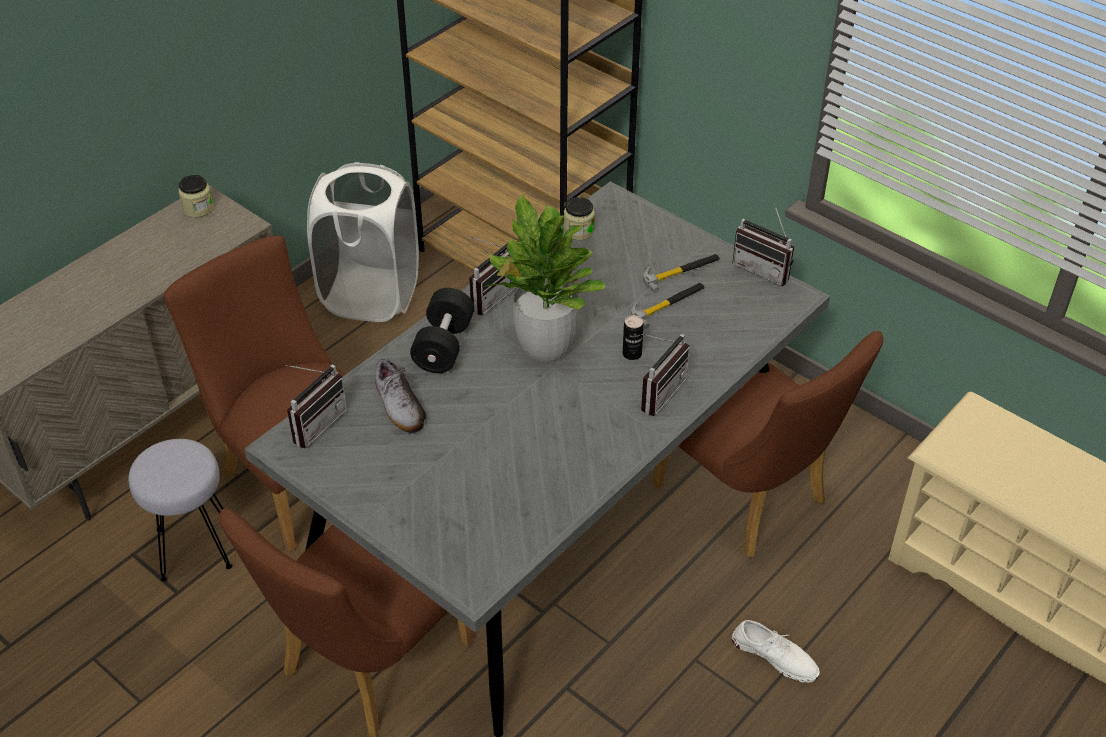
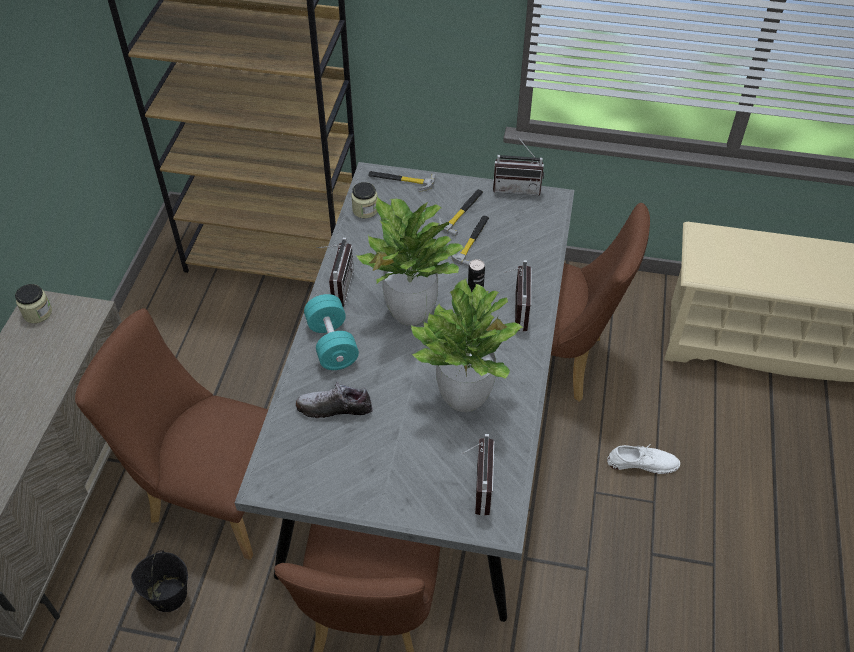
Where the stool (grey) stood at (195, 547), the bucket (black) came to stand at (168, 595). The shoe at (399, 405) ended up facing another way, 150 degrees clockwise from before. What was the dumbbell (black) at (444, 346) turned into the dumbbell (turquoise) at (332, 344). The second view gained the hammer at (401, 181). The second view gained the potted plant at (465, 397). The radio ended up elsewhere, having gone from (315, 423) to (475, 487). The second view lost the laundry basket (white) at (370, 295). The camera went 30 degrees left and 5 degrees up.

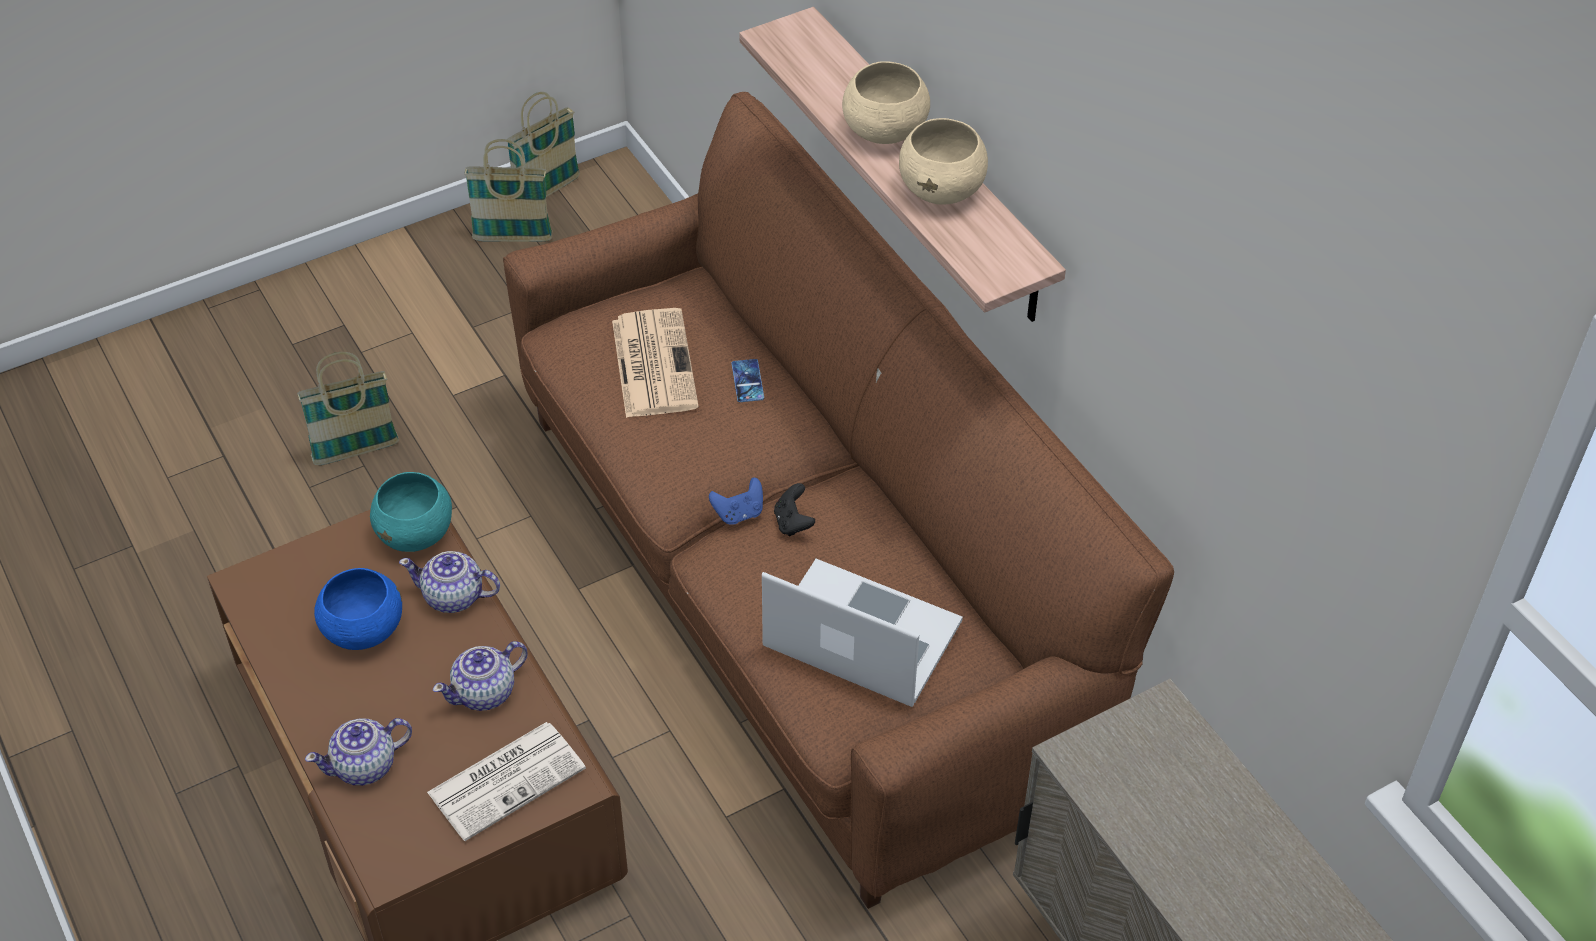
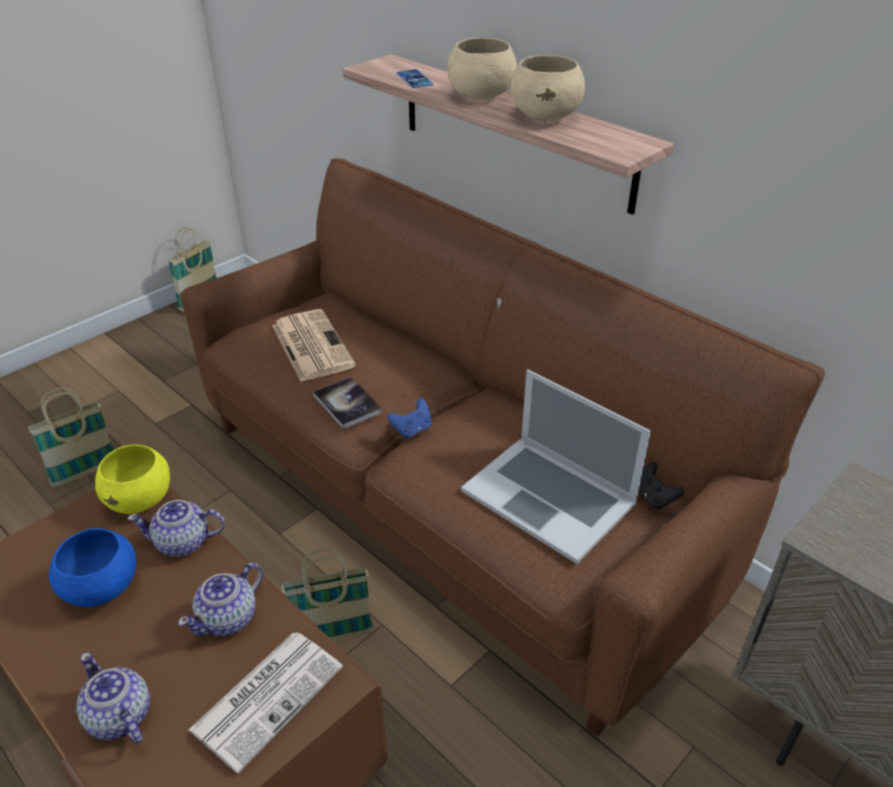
The teapot at (365, 766) ended up facing another way, 90 degrees clockwise from before. What was the bowl (turquoise) at (416, 533) turned into the bowl (yellow) at (141, 499). The basket ended up elsewhere, having gone from (513, 238) to (333, 637). The second view gained the book at (347, 404). The phone ended up elsewhere, having gone from (747, 381) to (414, 79). The laptop at (861, 635) ended up facing another way, 150 degrees counterclockwise from before. The game controller (black) ended up elsewhere, having gone from (793, 523) to (654, 498). The camera went 15 degrees left and 10 degrees down.

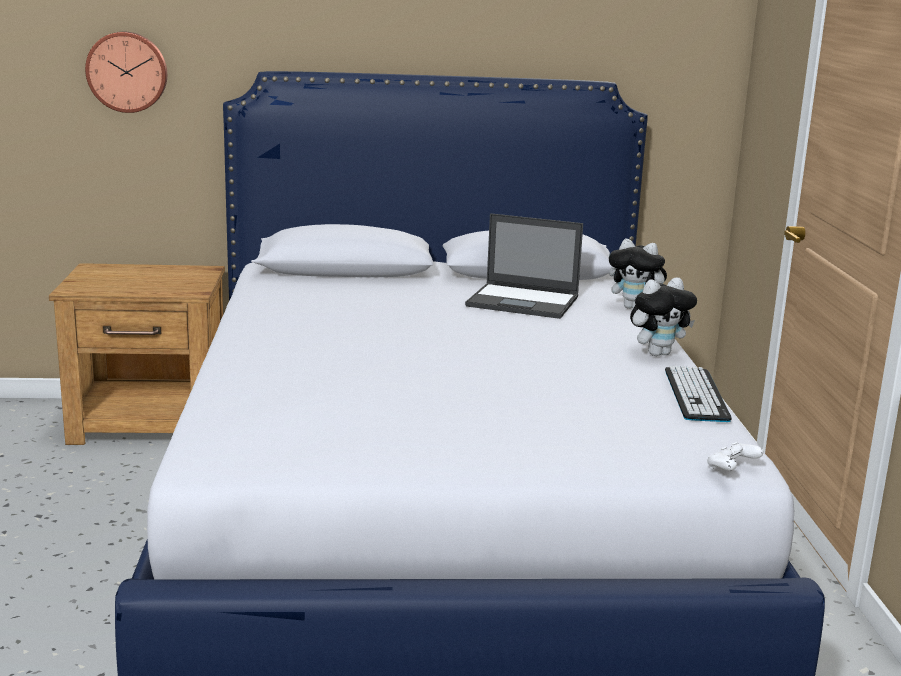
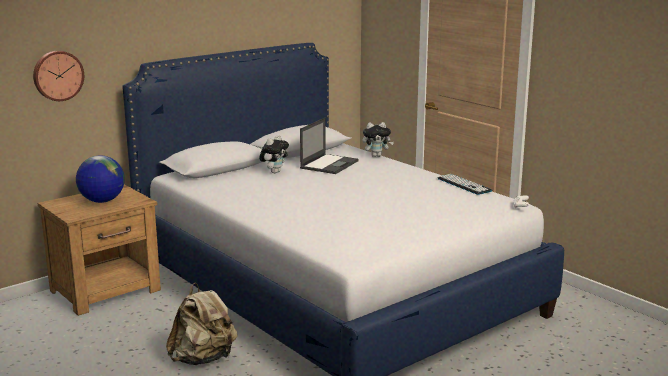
The second view gained the globe at (102, 201). The second view gained the backpack (beige) at (203, 359). The plush toy ended up elsewhere, having gone from (658, 353) to (274, 172). The laptop at (524, 302) ended up facing another way, 45 degrees counterclockwise from before. The camera went 35 degrees left and 0 degrees up.

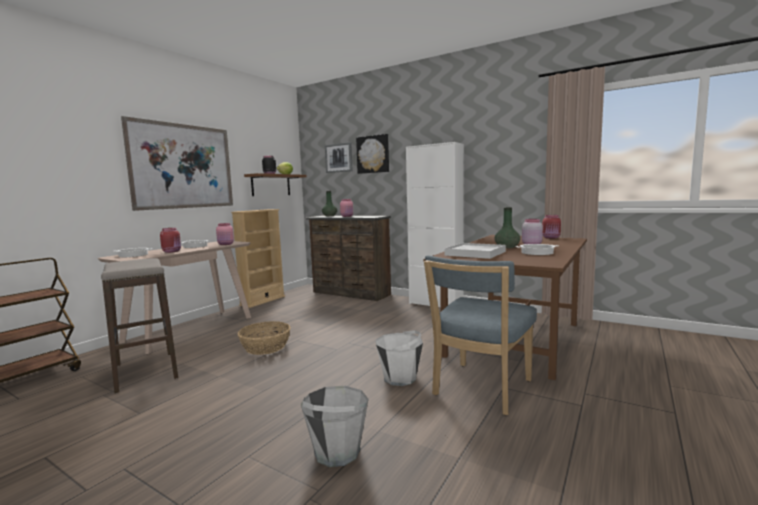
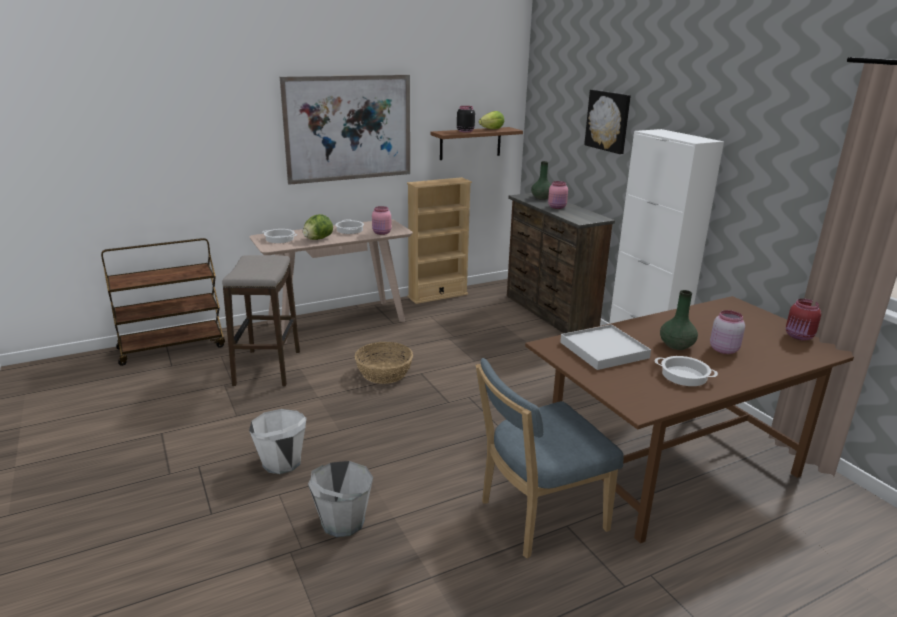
The bucket (white) ended up elsewhere, having gone from (400, 378) to (282, 462). Where the jar (red) stood at (172, 251), the lettuce came to stand at (317, 239). The second view lost the picture at (339, 158). The camera went 30 degrees right and 15 degrees up.

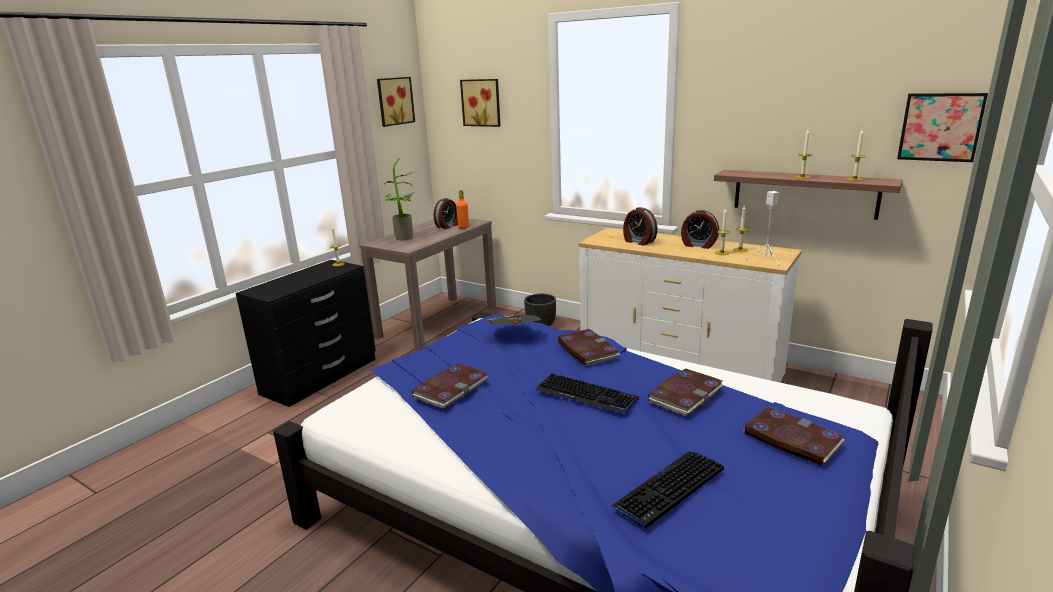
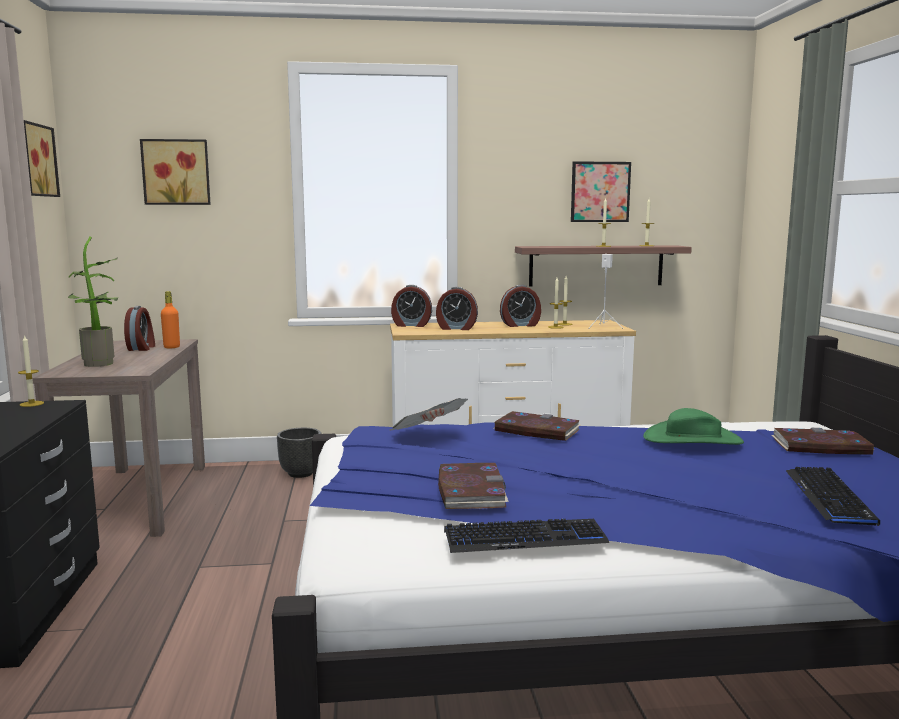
The second view gained the alarm clock at (411, 325). The keyboard ended up elsewhere, having gone from (586, 395) to (524, 538). The picture ended up elsewhere, having gone from (940, 127) to (600, 192). Where the book stood at (685, 395), the hat (green) came to stand at (692, 440). The camera went 40 degrees left and 10 degrees down.

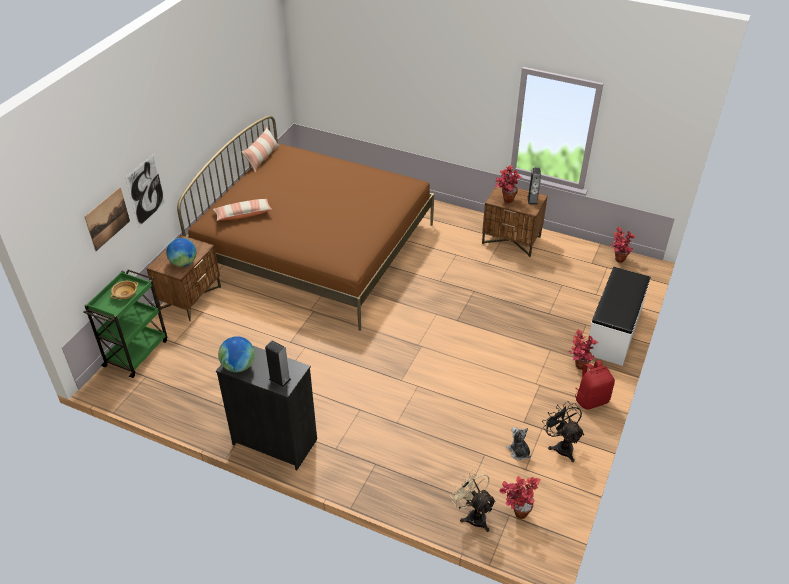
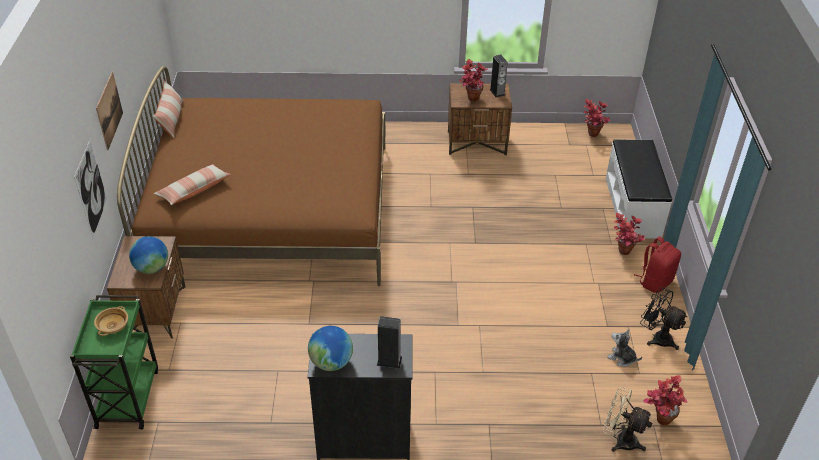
The picture ended up elsewhere, having gone from (107, 218) to (109, 110). The camera went 25 degrees left and 0 degrees up.

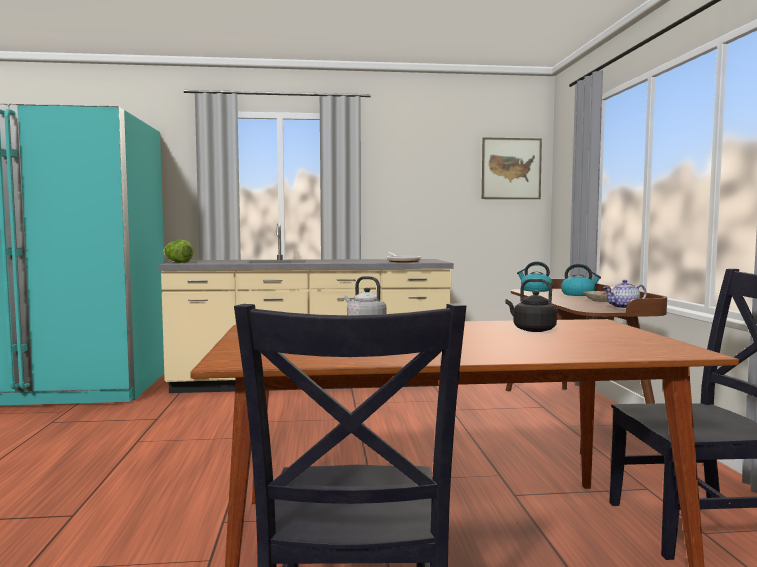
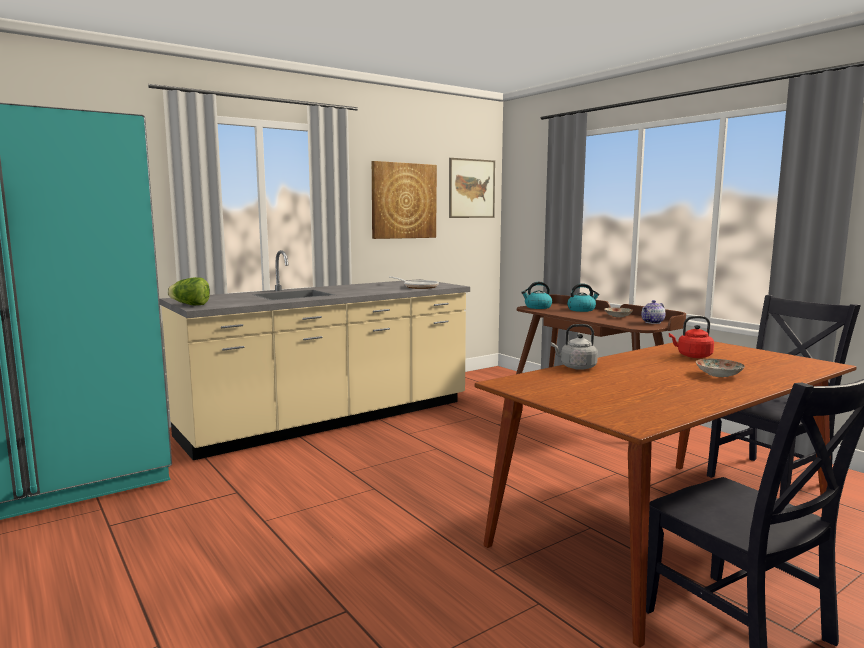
The second view gained the picture at (403, 201). What was the kettle (black) at (531, 330) turned into the kettle (red) at (692, 356). The second view gained the plate at (719, 375). The camera went 30 degrees left and 5 degrees up.

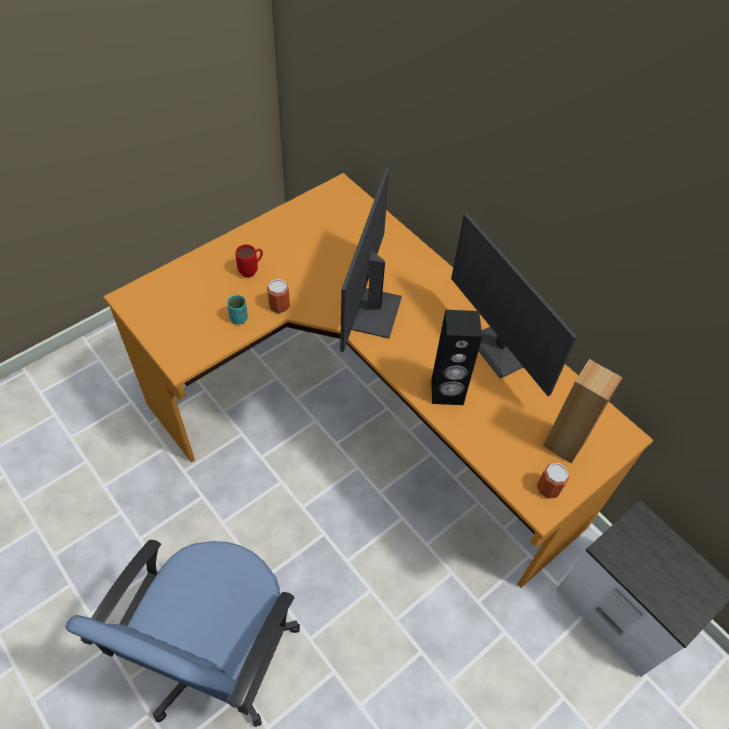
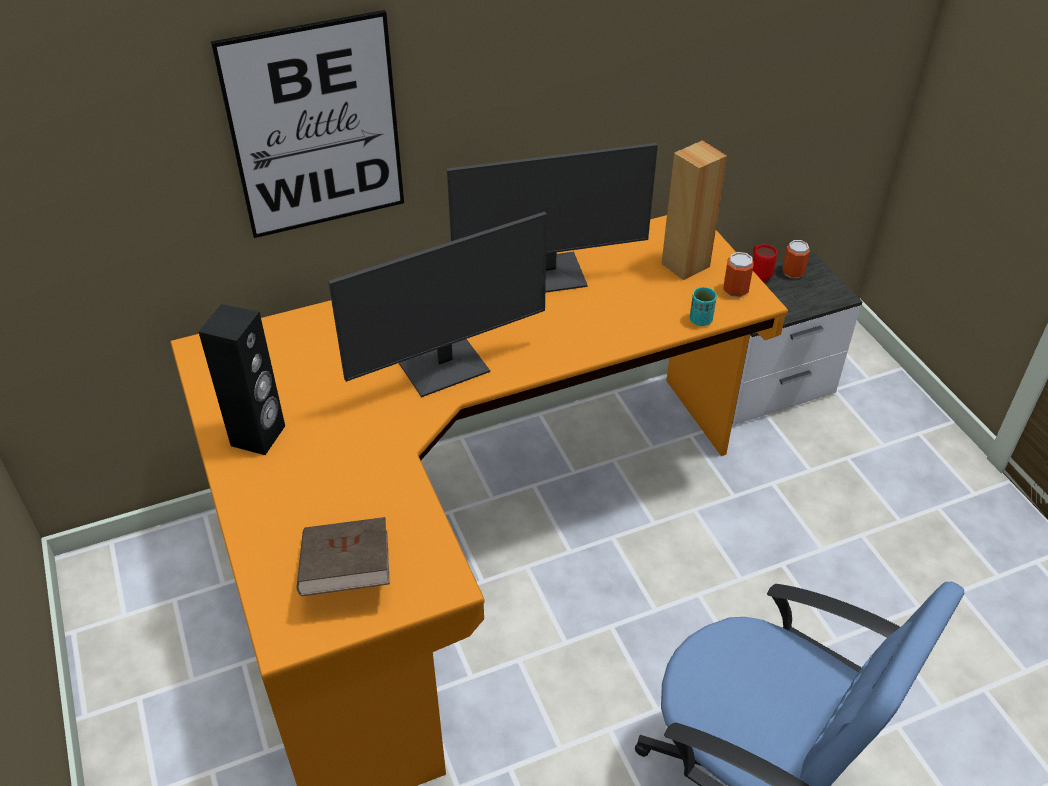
The speaker (black) ended up elsewhere, having gone from (447, 393) to (259, 436). The second view gained the picture at (315, 128). The second view gained the book (brown) at (347, 573). The monitor at (371, 312) ended up facing another way, 60 degrees counterclockwise from before. The cup (turquoise) ended up elsewhere, having gone from (239, 318) to (700, 320). The mug (red) ended up elsewhere, having gone from (252, 270) to (758, 274). The can ended up elsewhere, having gone from (279, 306) to (793, 272). The camera went 70 degrees left and 10 degrees down.

